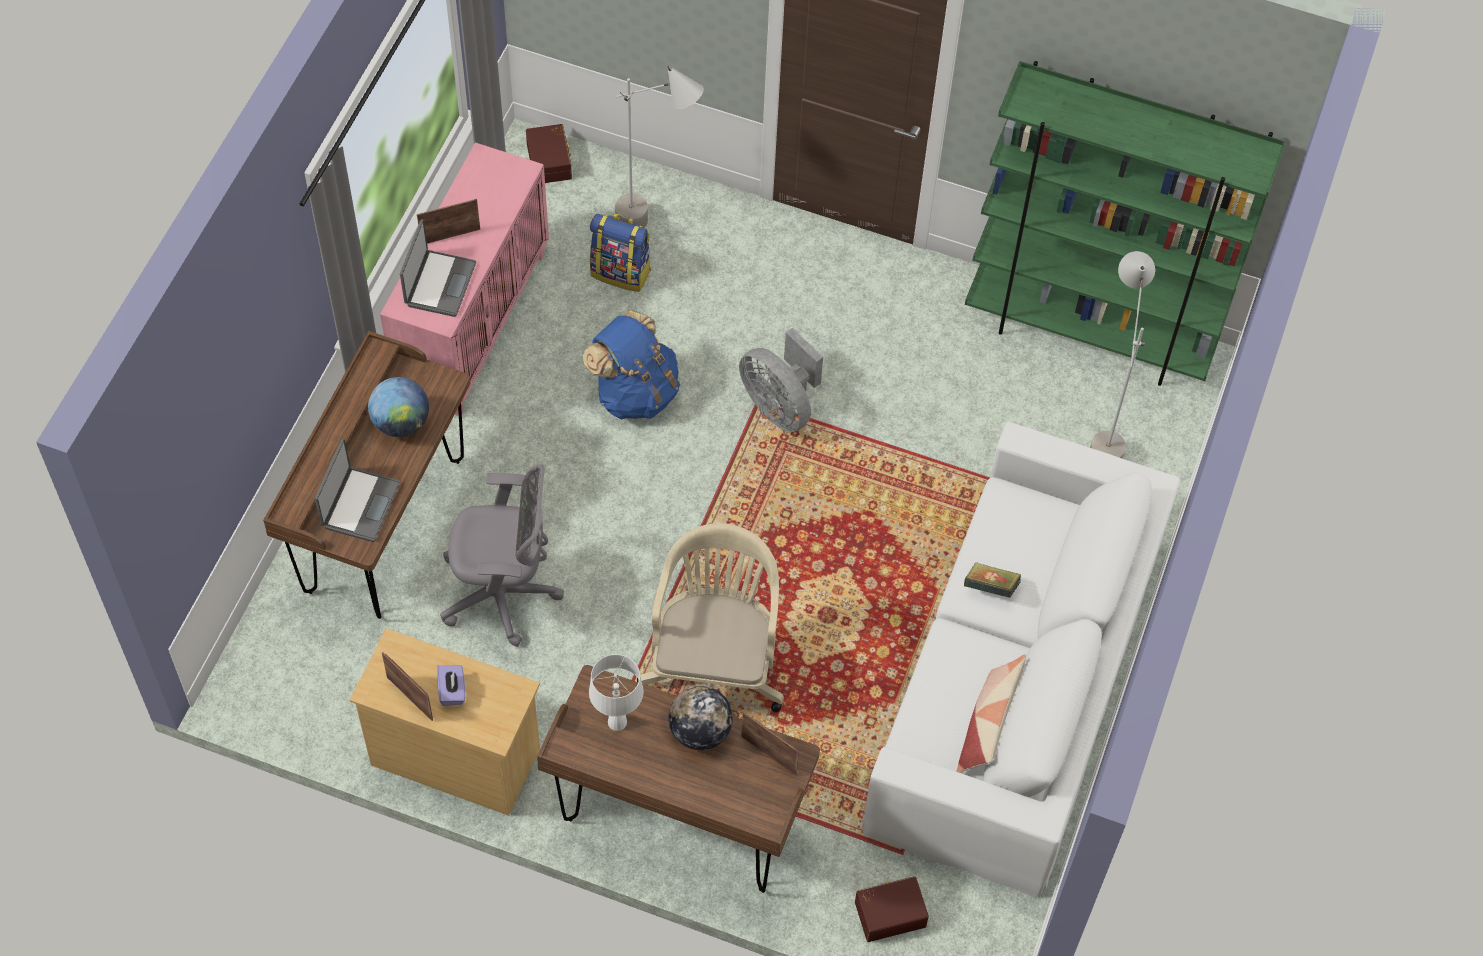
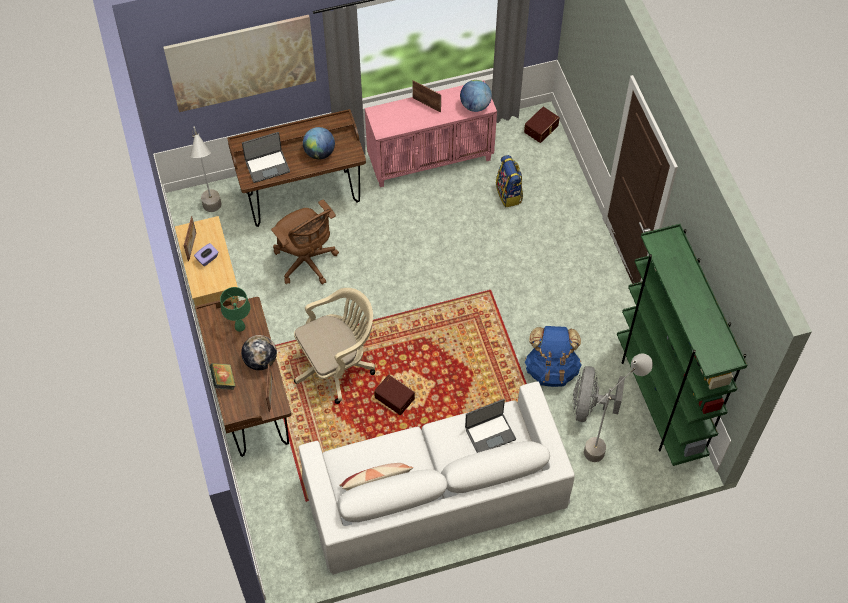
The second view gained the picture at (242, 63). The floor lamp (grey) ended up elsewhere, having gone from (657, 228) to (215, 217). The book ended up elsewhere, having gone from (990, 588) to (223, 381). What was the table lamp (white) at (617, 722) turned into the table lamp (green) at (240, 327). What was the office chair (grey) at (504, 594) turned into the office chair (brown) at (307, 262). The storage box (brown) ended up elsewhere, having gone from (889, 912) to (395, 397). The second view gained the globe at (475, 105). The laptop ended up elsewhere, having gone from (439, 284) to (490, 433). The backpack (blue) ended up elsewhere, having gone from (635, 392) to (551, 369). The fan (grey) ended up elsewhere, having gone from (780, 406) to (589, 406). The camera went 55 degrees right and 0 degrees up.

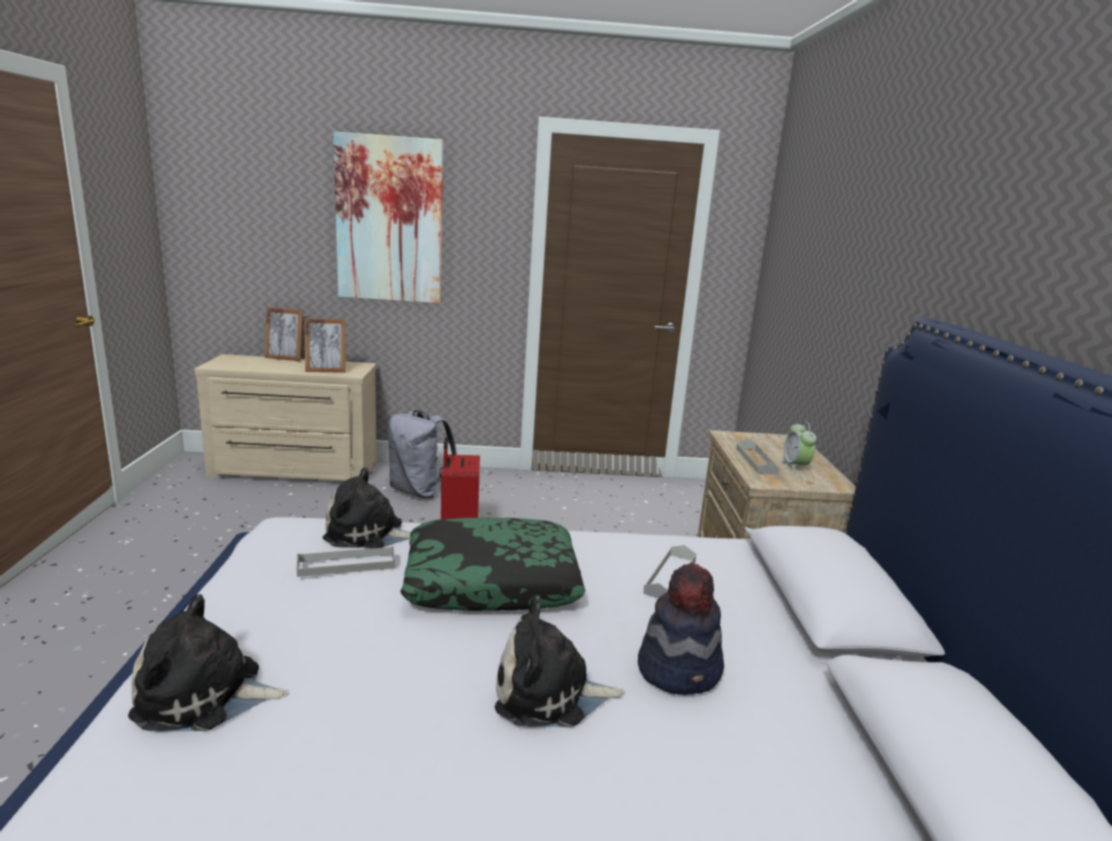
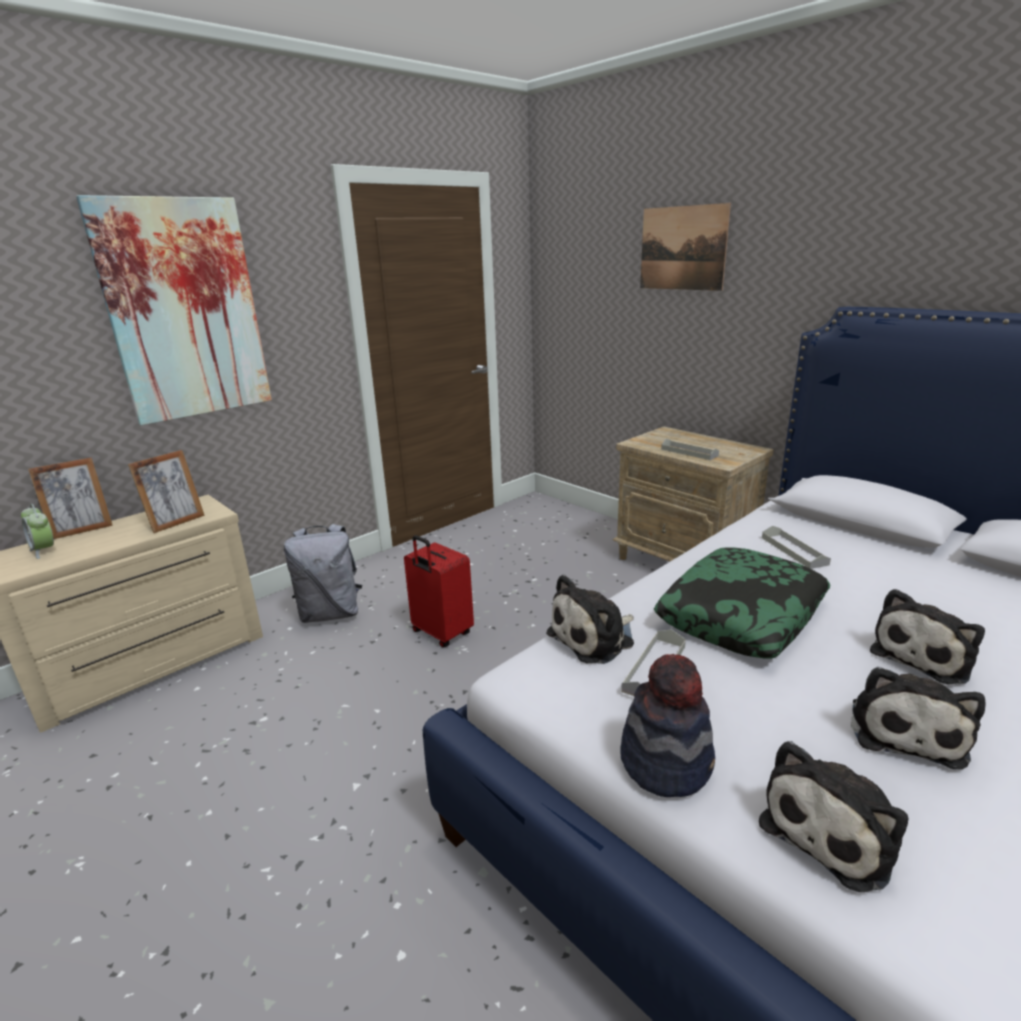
The alarm clock ended up elsewhere, having gone from (795, 467) to (44, 550). The hat ended up elsewhere, having gone from (680, 669) to (666, 761). The second view gained the picture at (682, 248). The second view gained the plush toy at (905, 730). The camera went 40 degrees left and 5 degrees up.

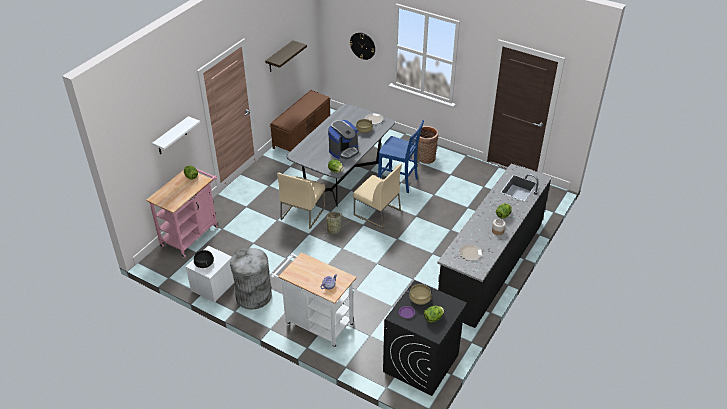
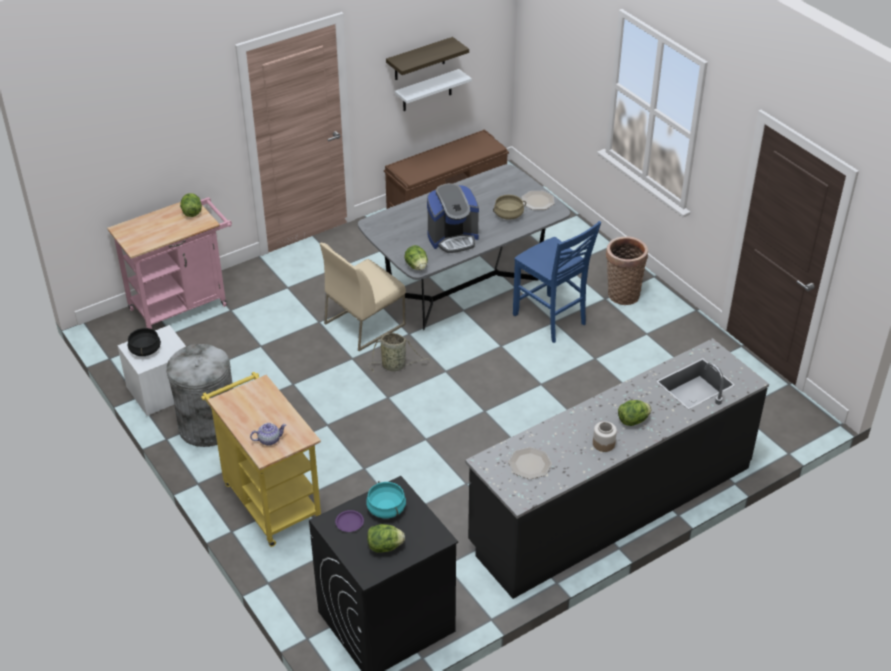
What was the cart (white) at (315, 323) turned into the cart (yellow) at (269, 499). What was the cooking pot (beige) at (420, 299) turned into the cooking pot (turquoise) at (386, 508). The shelf (white) ended up elsewhere, having gone from (172, 136) to (427, 91). The second view lost the wall clock at (362, 45). The second view lost the chair (beige) at (376, 212). The camera went 25 degrees right and 0 degrees up.

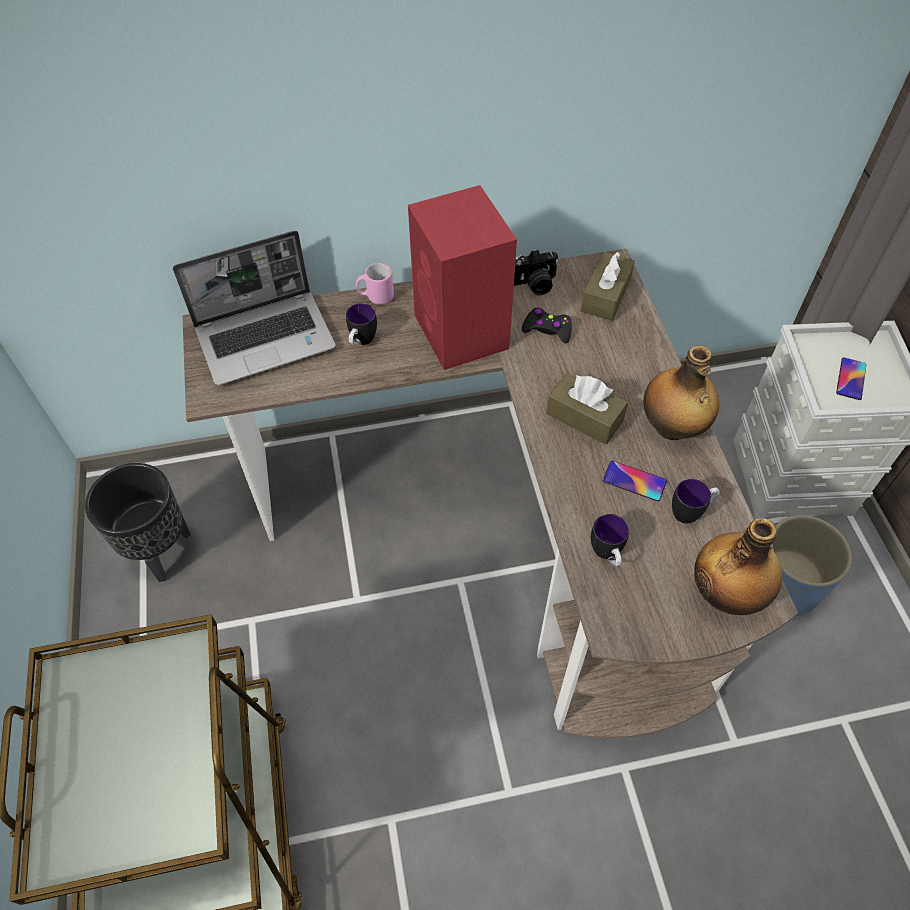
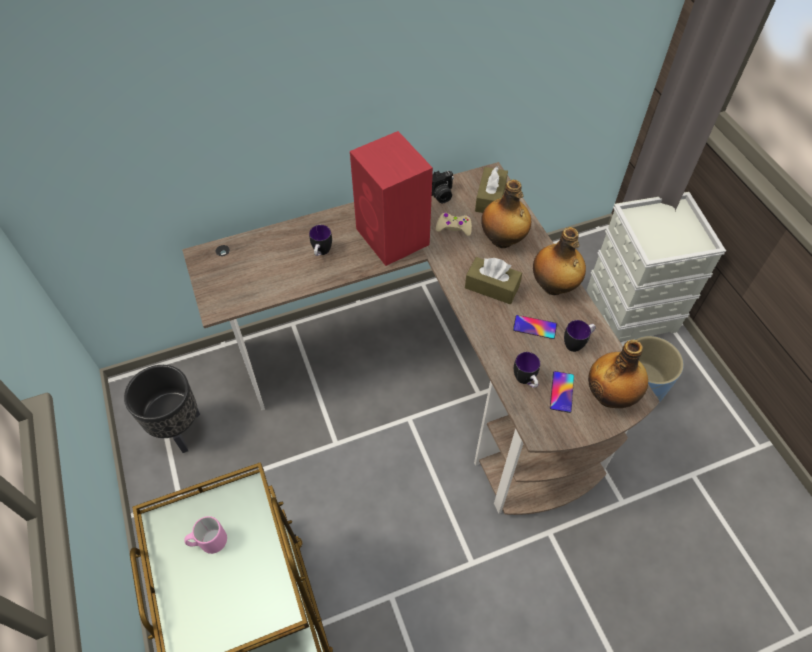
The mug (pink) ended up elsewhere, having gone from (375, 297) to (208, 542). What was the game controller (black) at (547, 329) turned into the game controller (beige) at (454, 227). The second view gained the bottle at (502, 240). The phone ended up elsewhere, having gone from (851, 379) to (561, 392). The second view lost the laptop at (266, 338). The camera went 10 degrees left and 0 degrees up.

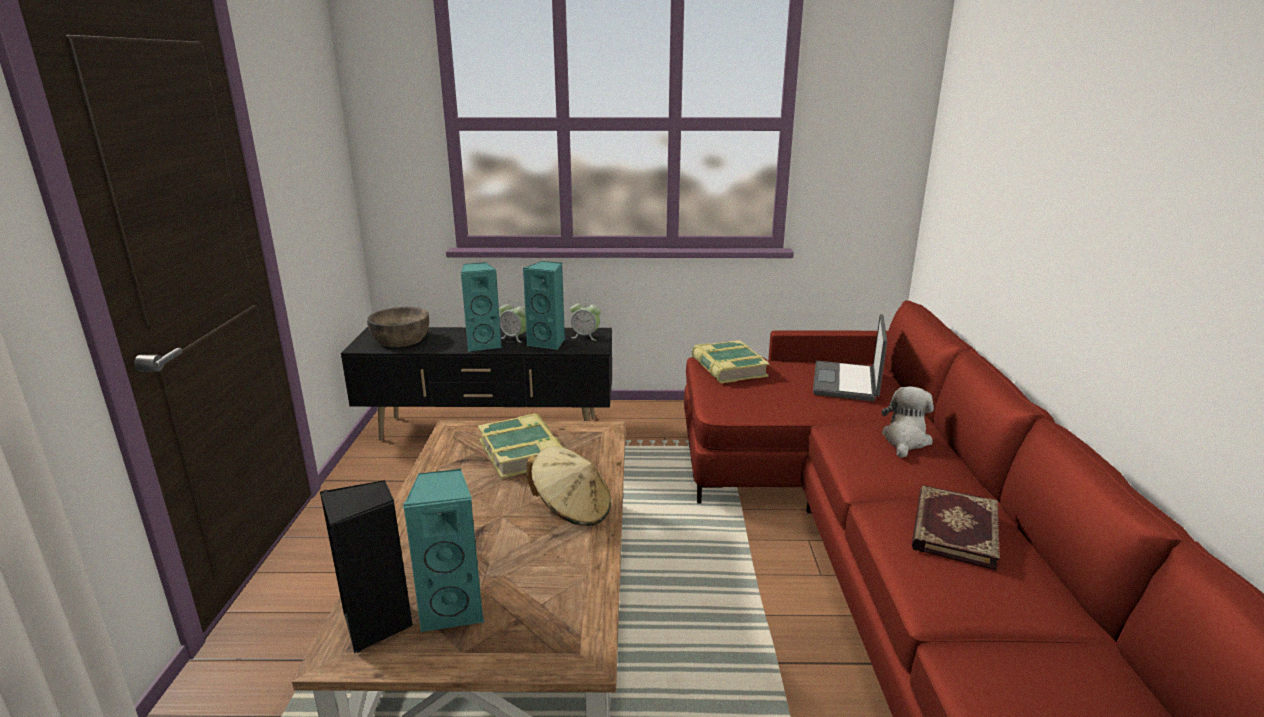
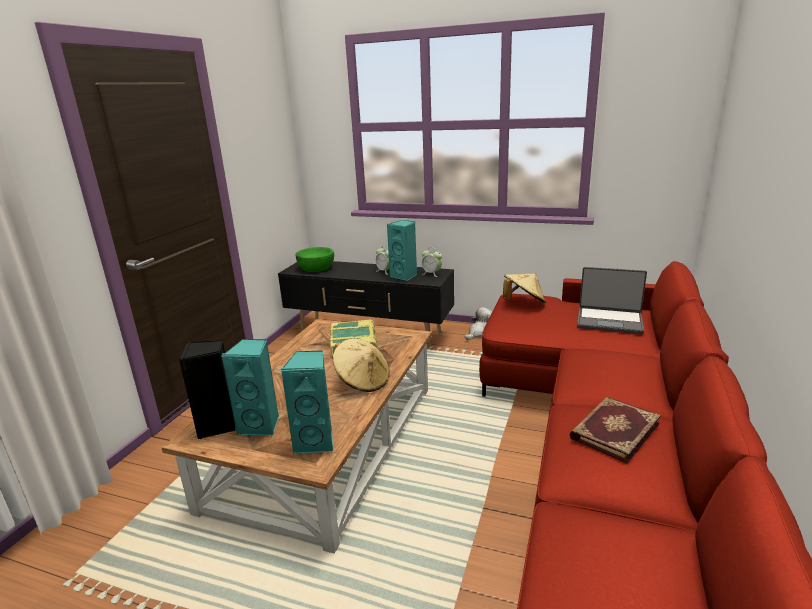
The speaker (turquoise) ended up elsewhere, having gone from (483, 344) to (316, 442). What was the bowl (brown) at (401, 339) turned into the bowl (green) at (316, 267). The plush toy ended up elsewhere, having gone from (905, 440) to (479, 333). Where the book stood at (728, 368), the hat (beige) came to stand at (523, 303). The laptop at (847, 383) ended up facing another way, 105 degrees counterclockwise from before. The camera went 20 degrees right and 0 degrees up.

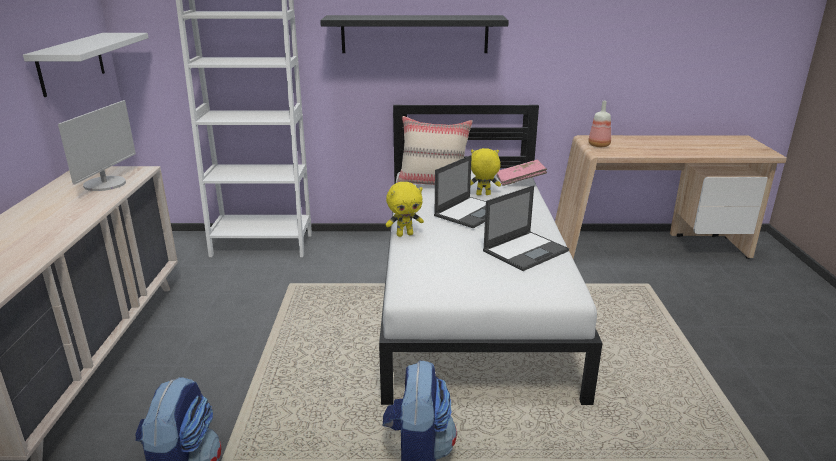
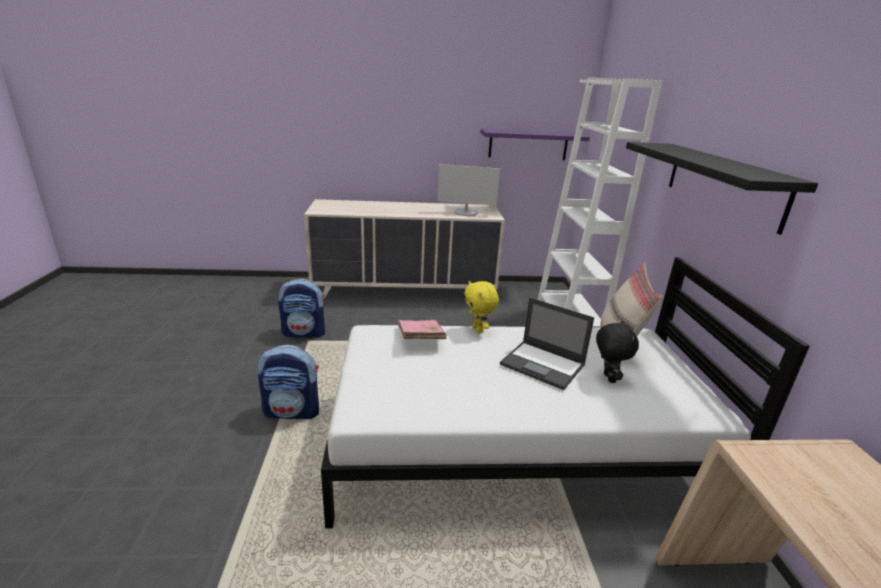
The book (pink) ended up elsewhere, having gone from (520, 180) to (420, 338). What was the shelf (white) at (71, 63) turned into the shelf (purple) at (528, 144). What was the plush toy (yellow) at (483, 195) turned into the plush toy (black) at (607, 378). The second view lost the laptop at (526, 250). The second view lost the bottle at (599, 145). The camera went 85 degrees right and 0 degrees up.

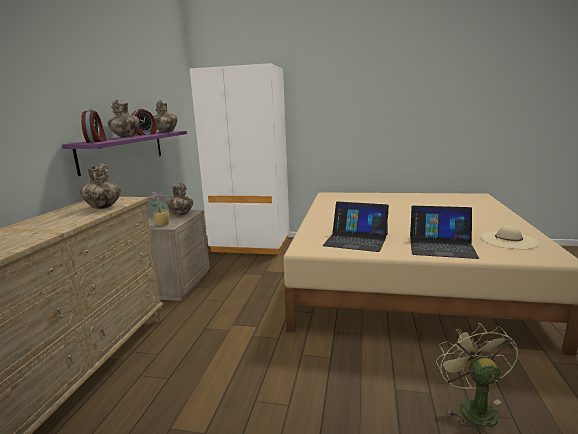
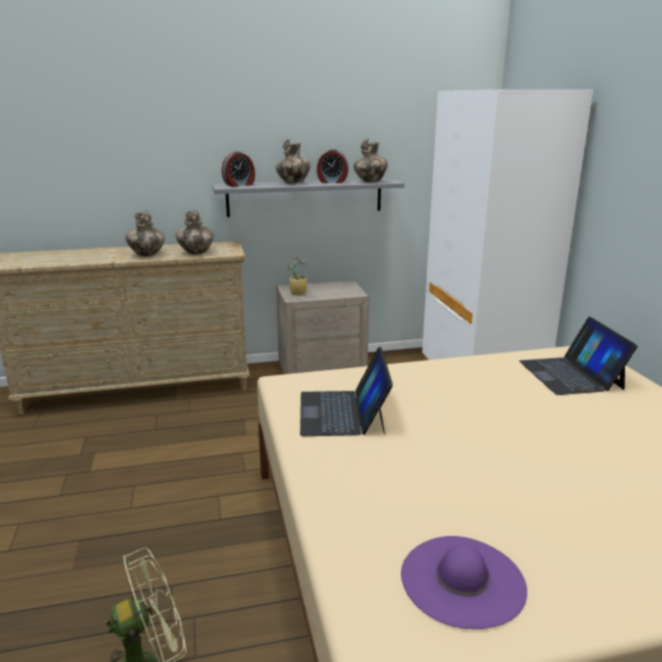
The vase ended up elsewhere, having gone from (181, 214) to (147, 255). What was the shelf (purple) at (123, 150) turned into the shelf (grey) at (305, 197). What was the hat (beige) at (508, 240) turned into the hat (purple) at (462, 580). The laptop ended up elsewhere, having gone from (441, 246) to (571, 375). The camera went 65 degrees right and 5 degrees up.

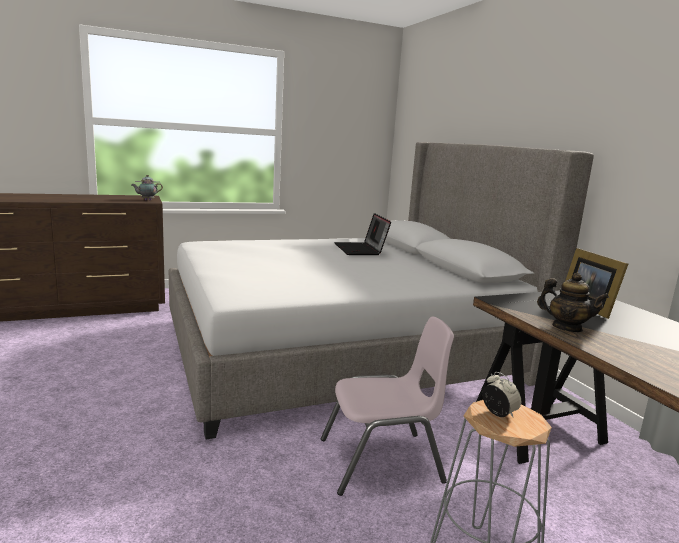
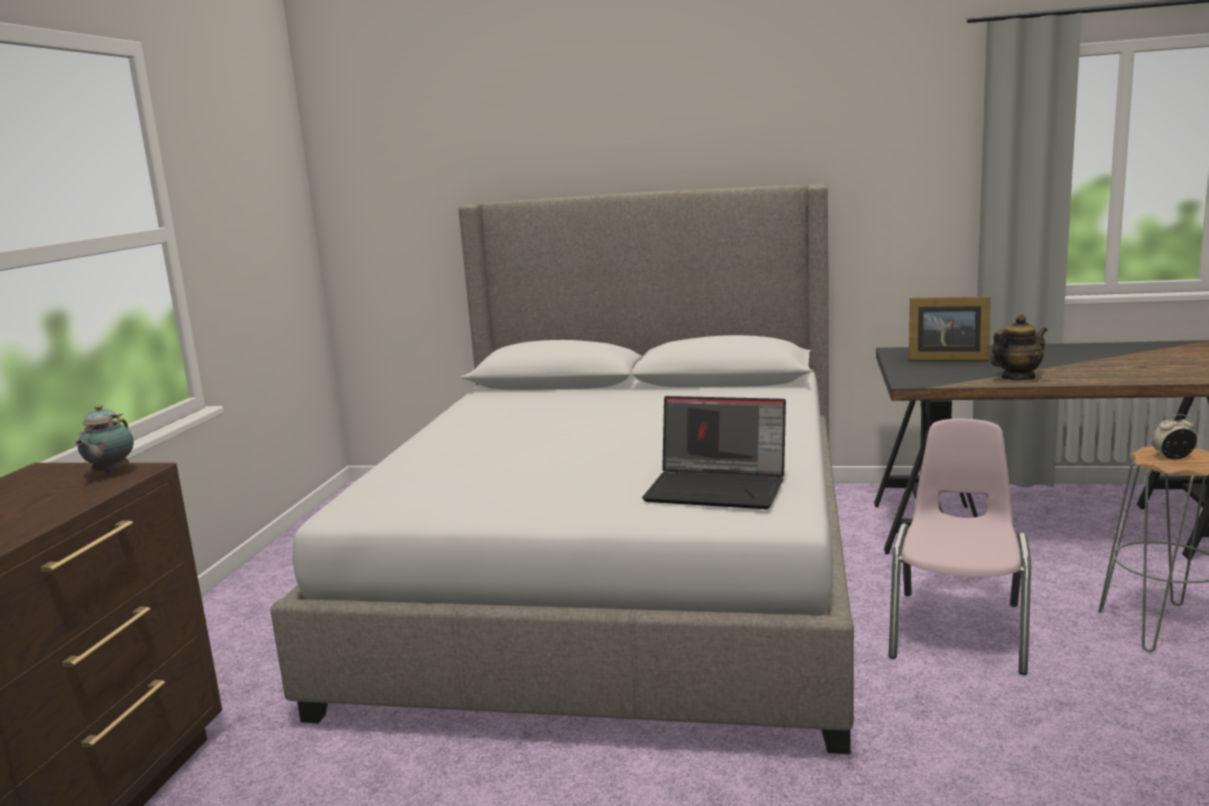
The laptop ended up elsewhere, having gone from (361, 250) to (718, 488). The camera went 55 degrees left and 0 degrees up.

